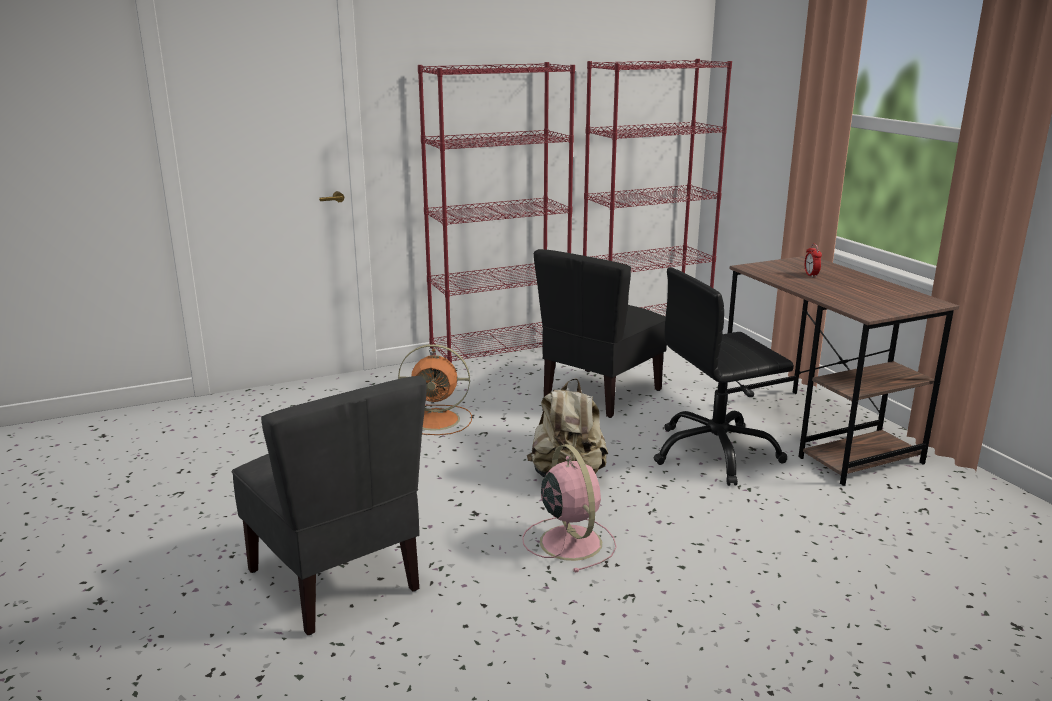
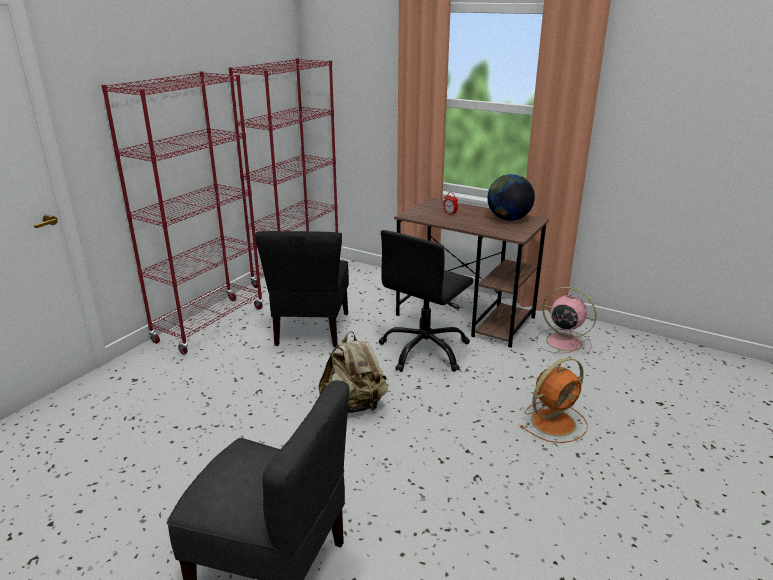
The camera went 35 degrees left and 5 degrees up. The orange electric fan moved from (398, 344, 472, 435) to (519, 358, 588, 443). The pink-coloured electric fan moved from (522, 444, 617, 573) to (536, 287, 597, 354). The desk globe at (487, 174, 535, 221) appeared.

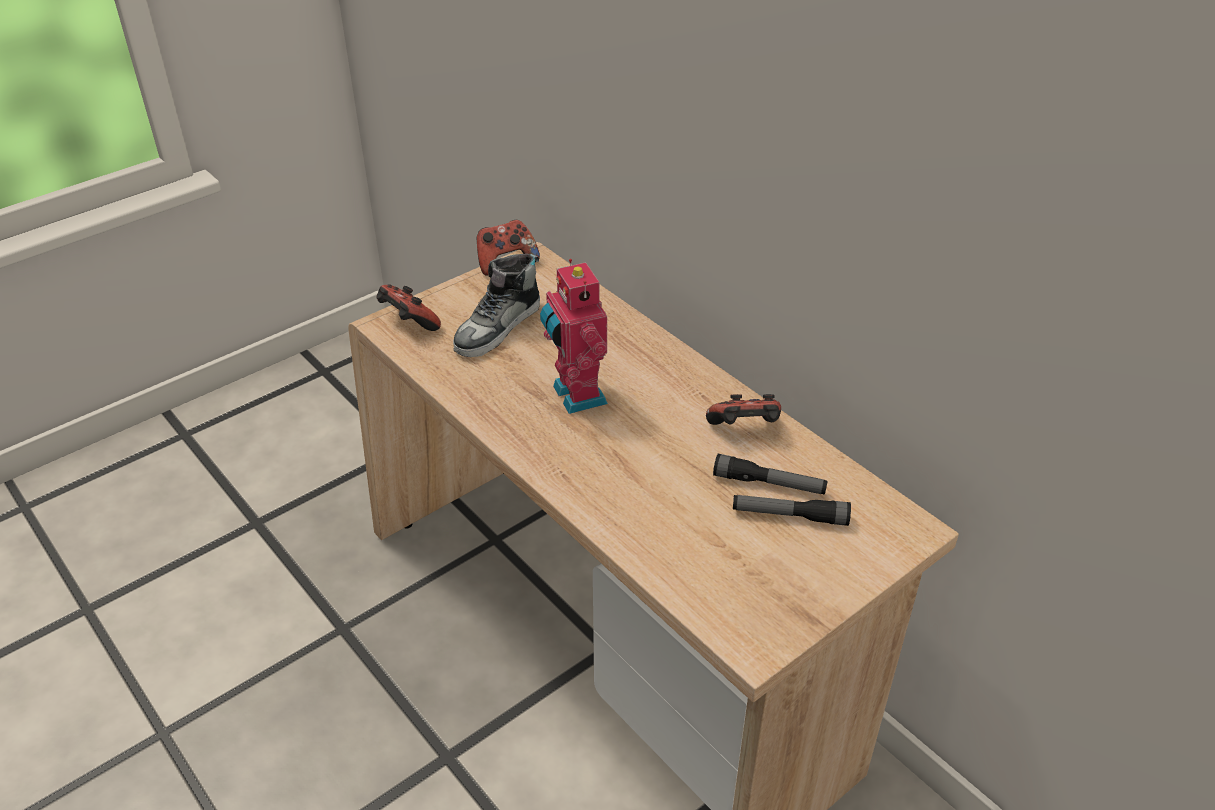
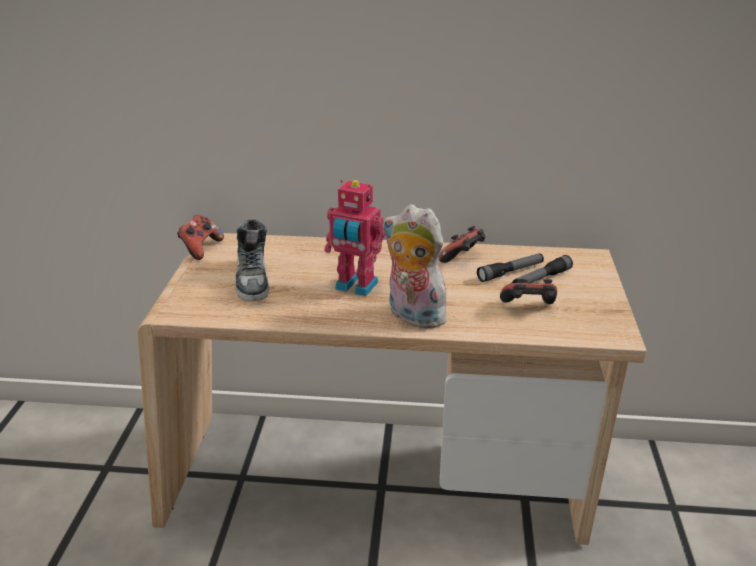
The camera went 45 degrees left and 10 degrees down. The gamepad moved from (376, 284, 441, 331) to (500, 279, 557, 304). The soft toy at (383, 204, 449, 329) appeared.

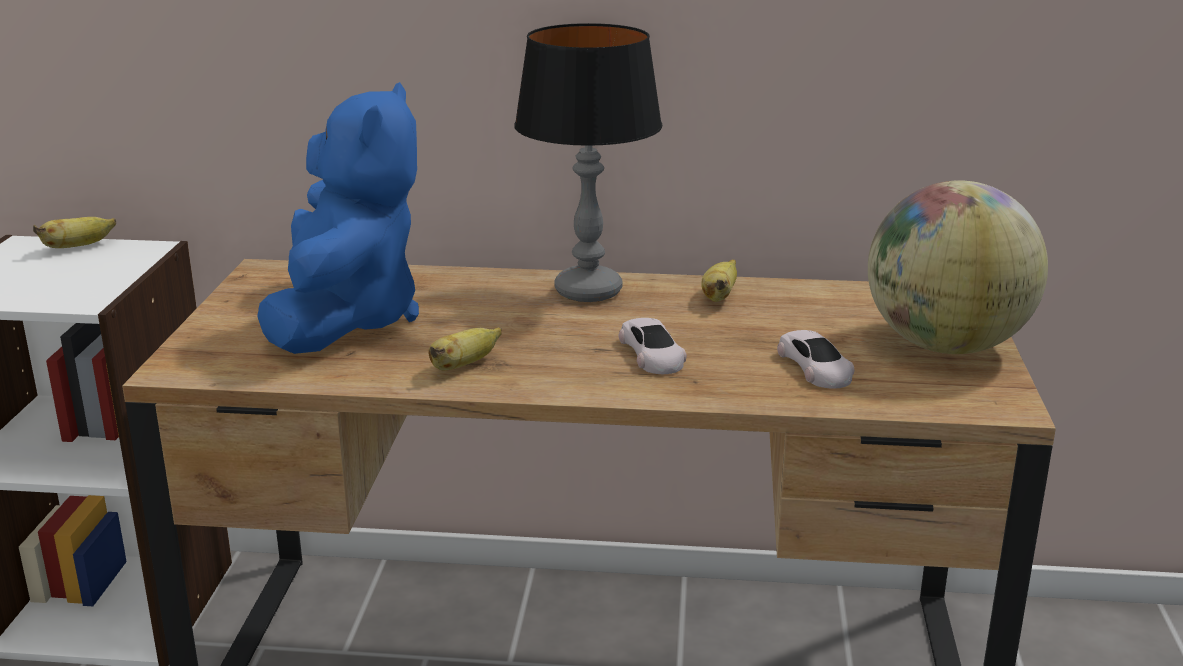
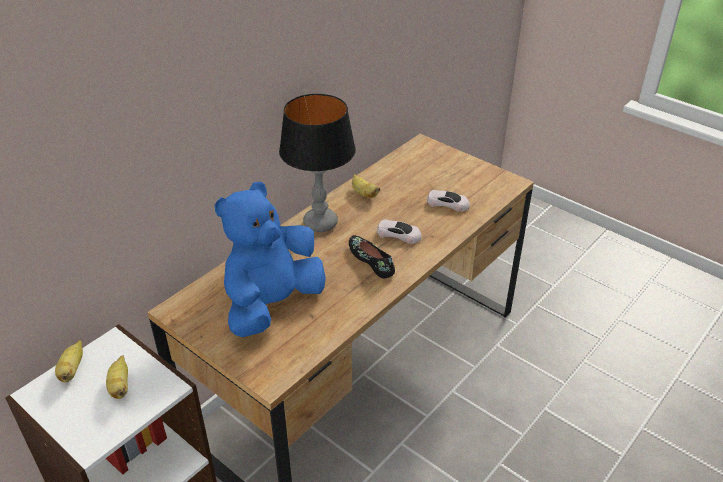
The camera went 55 degrees left and 15 degrees up. The blue-coloured soft toy at (257, 82, 419, 354) turned 90 degrees counterclockwise. The whole banana moved from (428, 327, 502, 371) to (106, 355, 128, 399). The desk globe at (868, 181, 1048, 354) disappeared. The blackish low shoe at (349, 235, 395, 279) appeared.

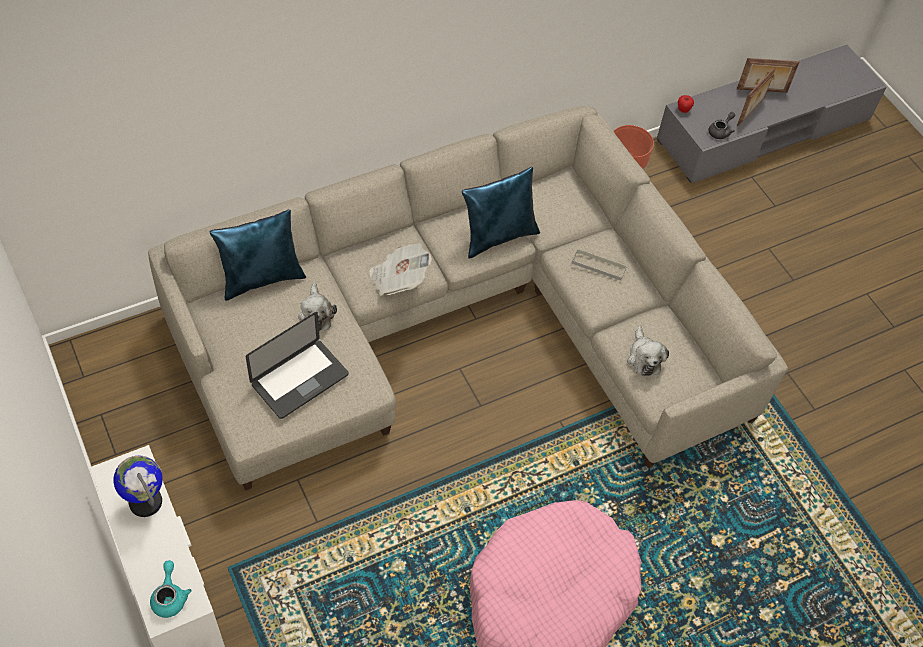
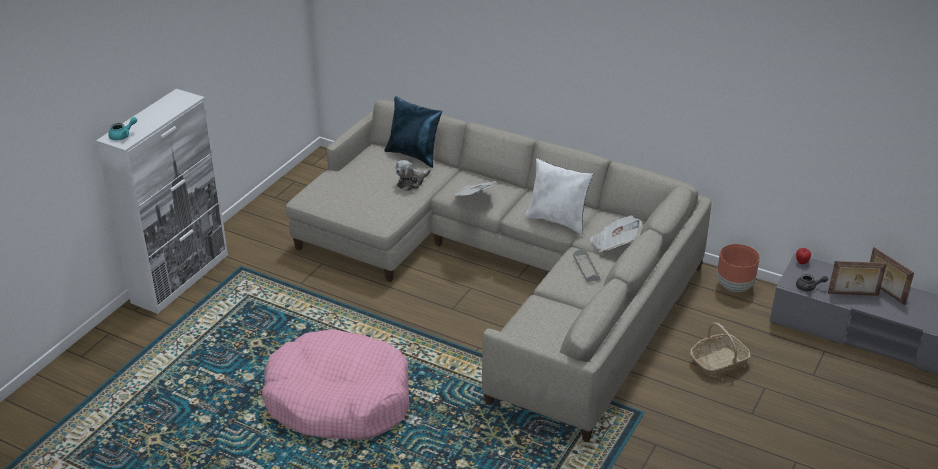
The camera went 60 degrees right and 20 degrees down. The desk globe at (113, 456, 163, 517) disappeared. The laptop at (246, 312, 349, 419) disappeared. The blue-coloured throw pillow at (462, 167, 540, 259) became the whitish throw pillow at (524, 158, 593, 235). The soft toy at (627, 326, 669, 376) disappeared. The newspaper at (590, 216, 642, 252) appeared. The storage basket at (690, 322, 751, 377) appeared.

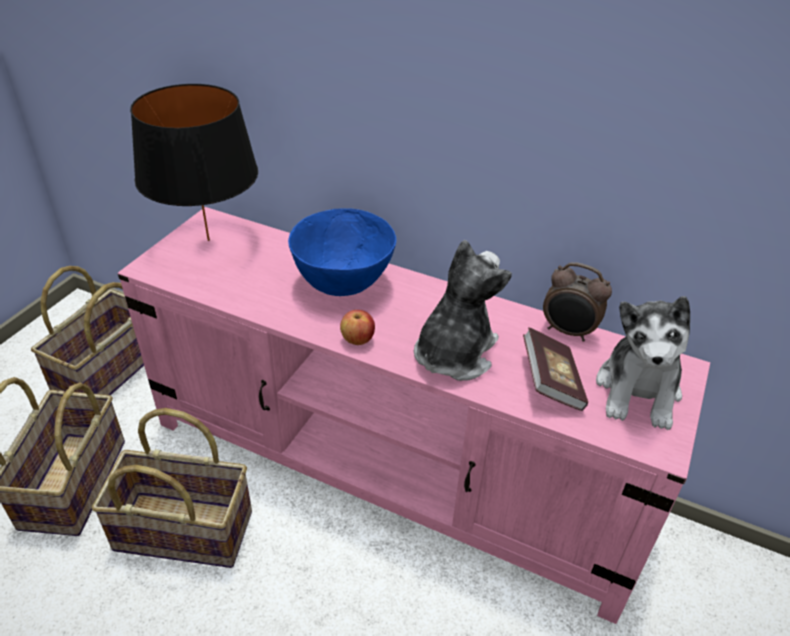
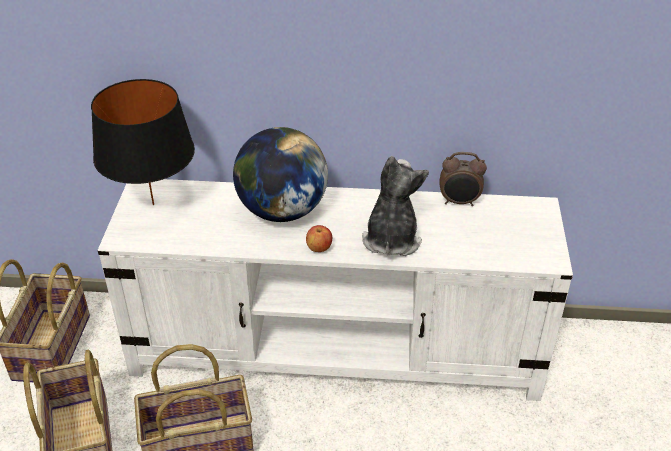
The camera went 20 degrees left and 0 degrees up. The pink-coloured tv unit at (118, 207, 710, 624) became the whitish tv unit at (98, 179, 573, 401). The blue-coloured serving bowl at (288, 208, 396, 296) was replaced by the desk globe at (233, 127, 328, 222). The bound book at (523, 327, 588, 411) disappeared. The soft toy at (596, 296, 690, 430) disappeared.

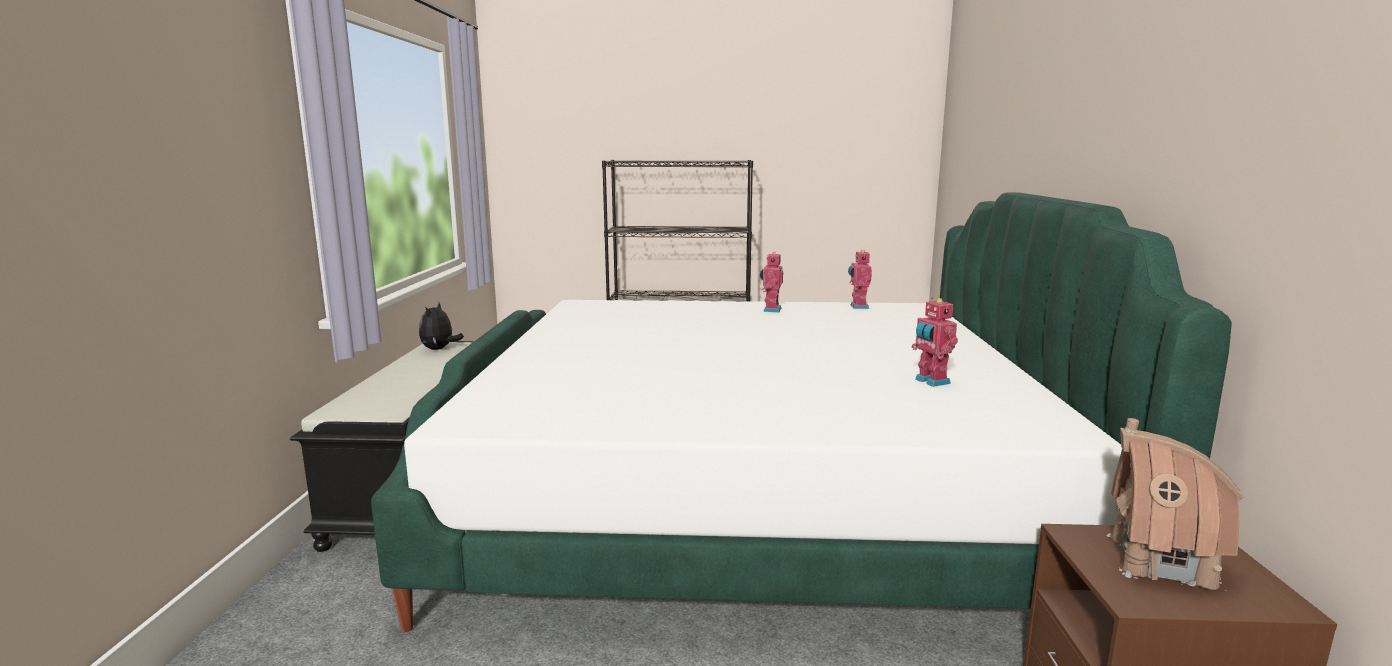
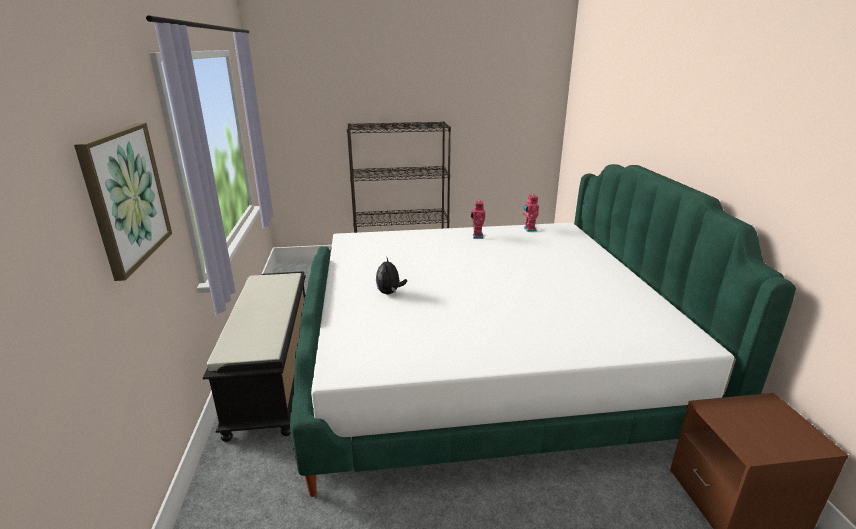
The camera went 10 degrees left and 10 degrees up. The soft toy moved from (419, 303, 464, 350) to (376, 258, 407, 295). The model robot at (912, 298, 958, 387) disappeared. The model house at (1107, 418, 1245, 591) disappeared. The picture at (74, 123, 172, 281) appeared.

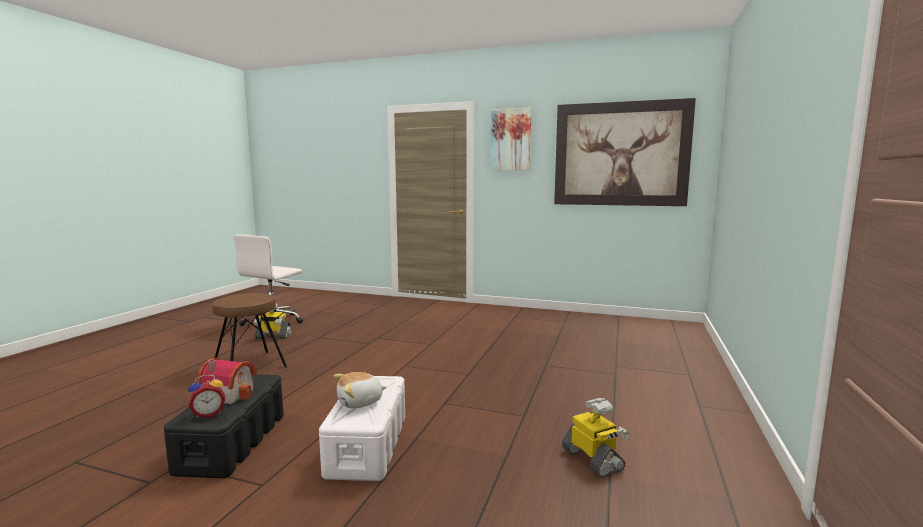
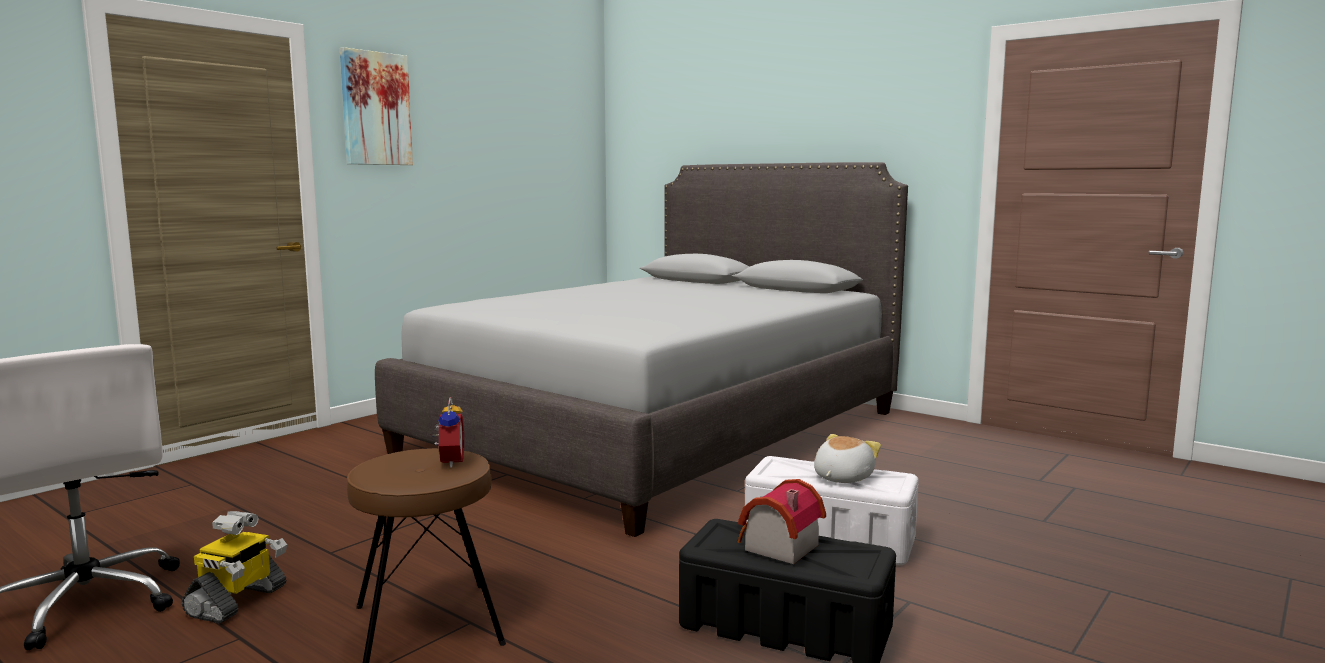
The camera went 70 degrees left and 0 degrees up. The alarm clock moved from (188, 375, 225, 418) to (432, 397, 464, 468). The soft toy at (333, 372, 387, 409) turned 135 degrees counterclockwise. The picture at (554, 98, 696, 206) disappeared. The model robot at (562, 398, 630, 477) disappeared. The grey sleeping bed at (375, 162, 908, 537) appeared.

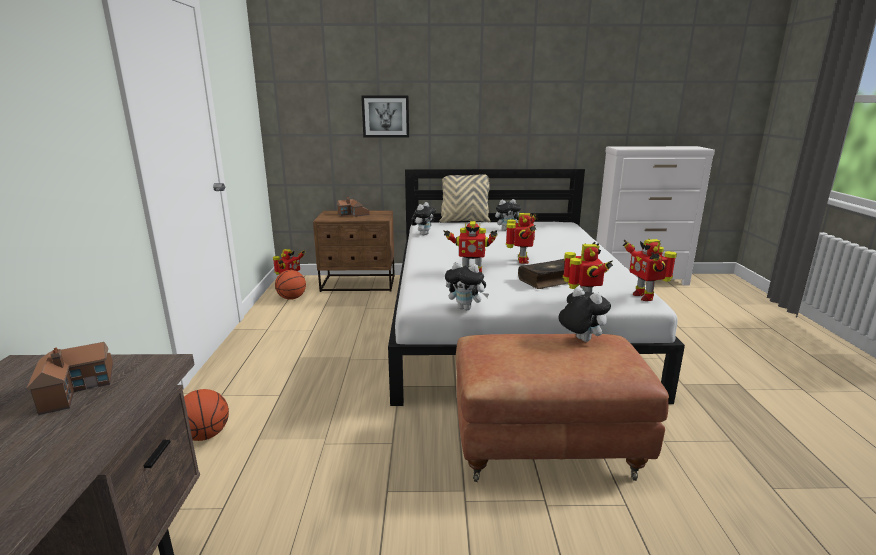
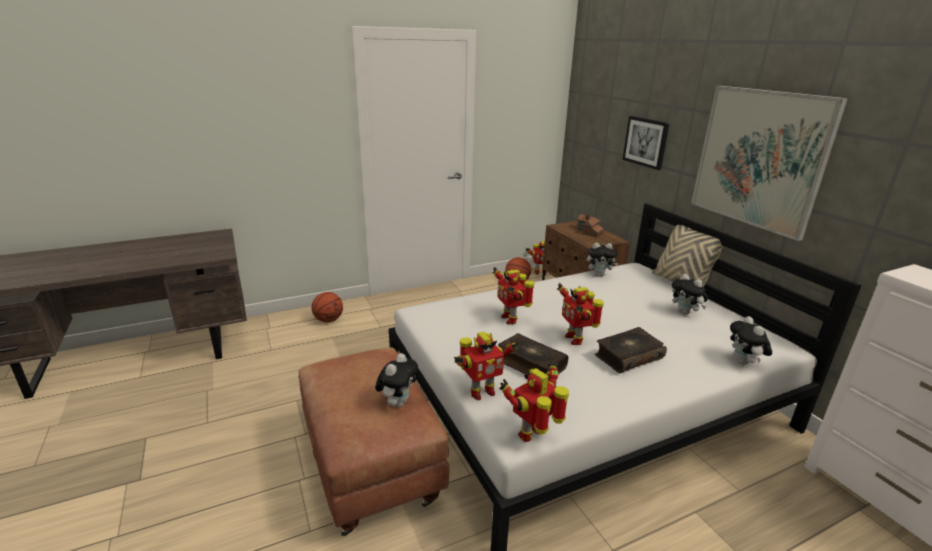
The camera went 65 degrees right and 5 degrees up. The model house at (26, 342, 113, 415) disappeared. The soft toy moved from (445, 261, 489, 310) to (730, 316, 772, 365). The model robot at (506, 213, 538, 264) turned 90 degrees clockwise. The bound book at (594, 327, 667, 373) appeared. The picture at (691, 86, 848, 241) appeared.

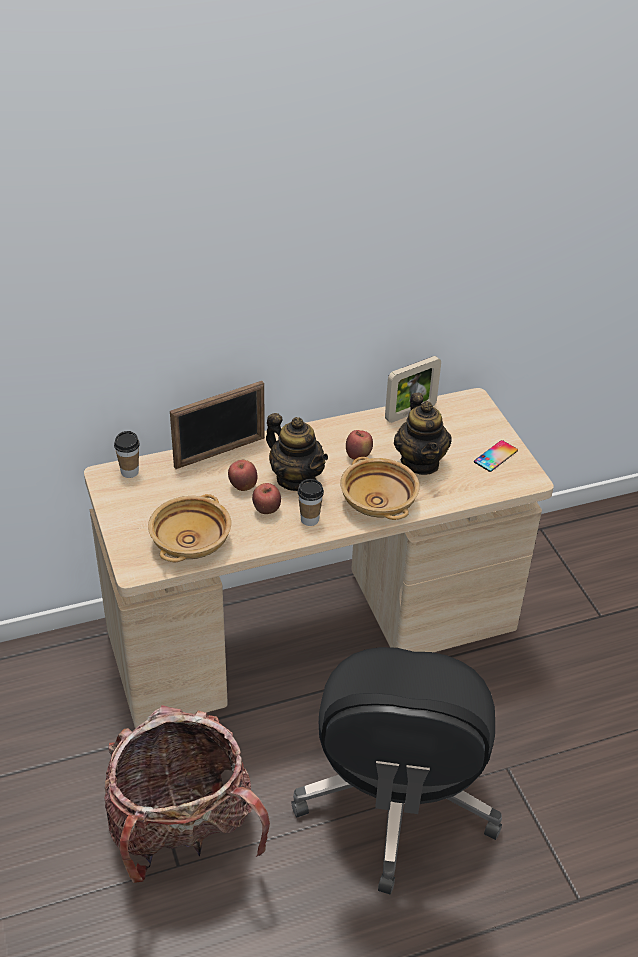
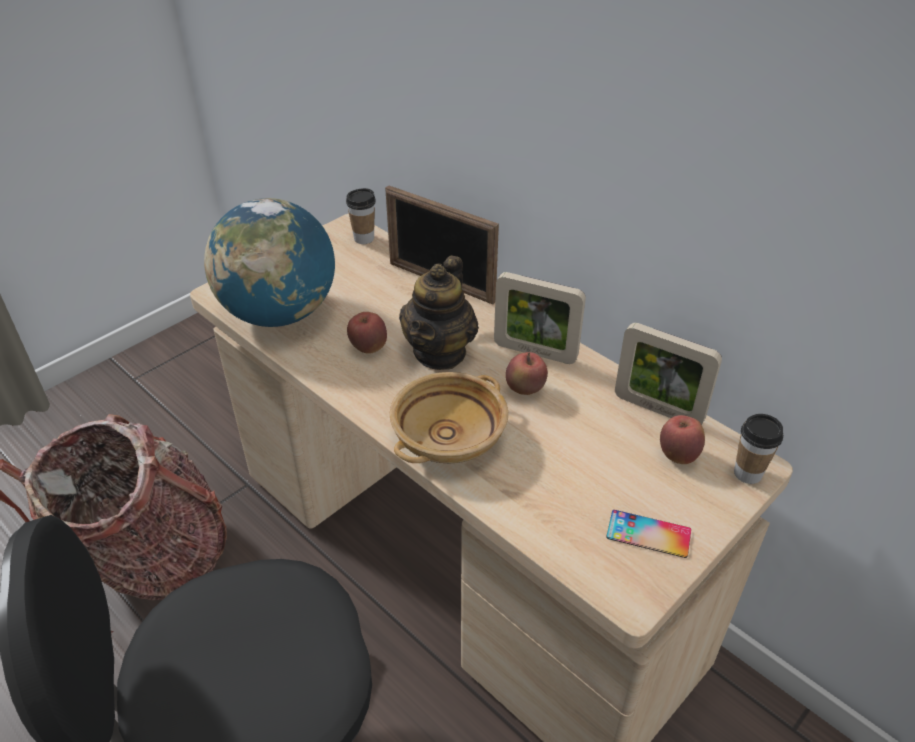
The camera went 65 degrees right and 0 degrees up. The beige-coloured serving bowl at (148, 494, 231, 562) was replaced by the desk globe at (204, 198, 335, 327). The apple moved from (228, 460, 257, 491) to (660, 415, 705, 464). The small cup moved from (298, 479, 324, 526) to (734, 414, 783, 484). The tea pot at (394, 393, 452, 475) disappeared. The photo frame at (494, 272, 586, 364) appeared.

